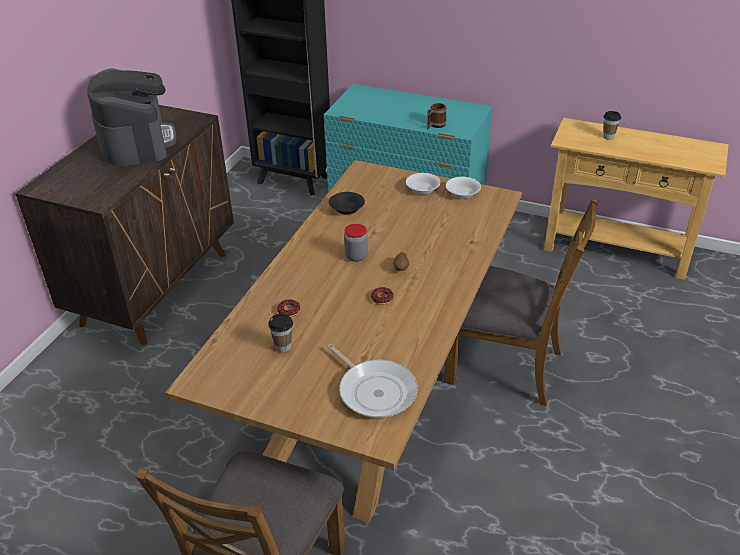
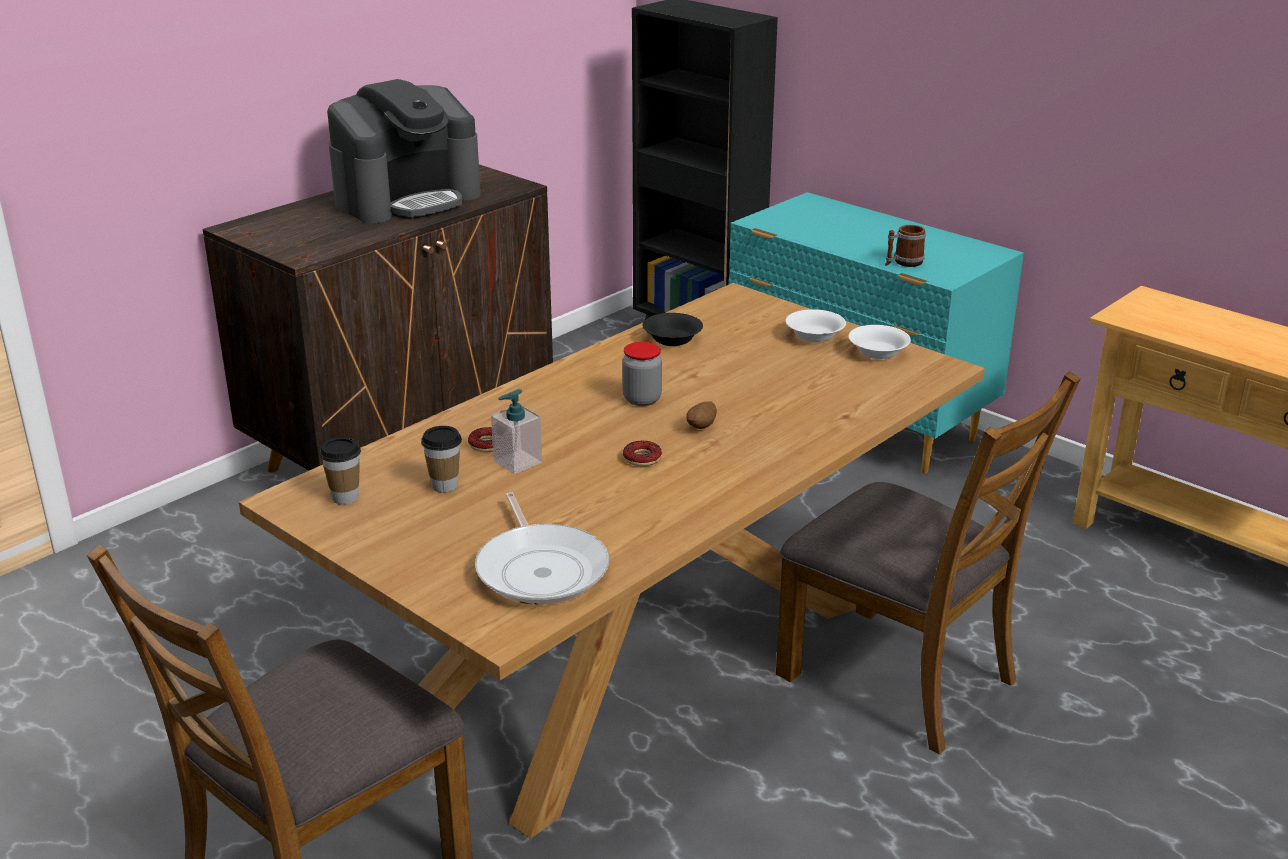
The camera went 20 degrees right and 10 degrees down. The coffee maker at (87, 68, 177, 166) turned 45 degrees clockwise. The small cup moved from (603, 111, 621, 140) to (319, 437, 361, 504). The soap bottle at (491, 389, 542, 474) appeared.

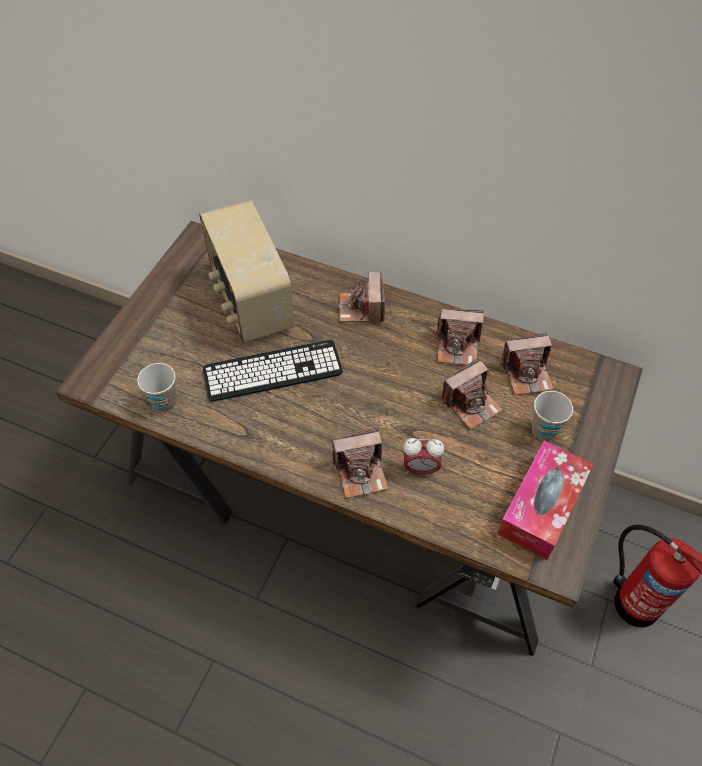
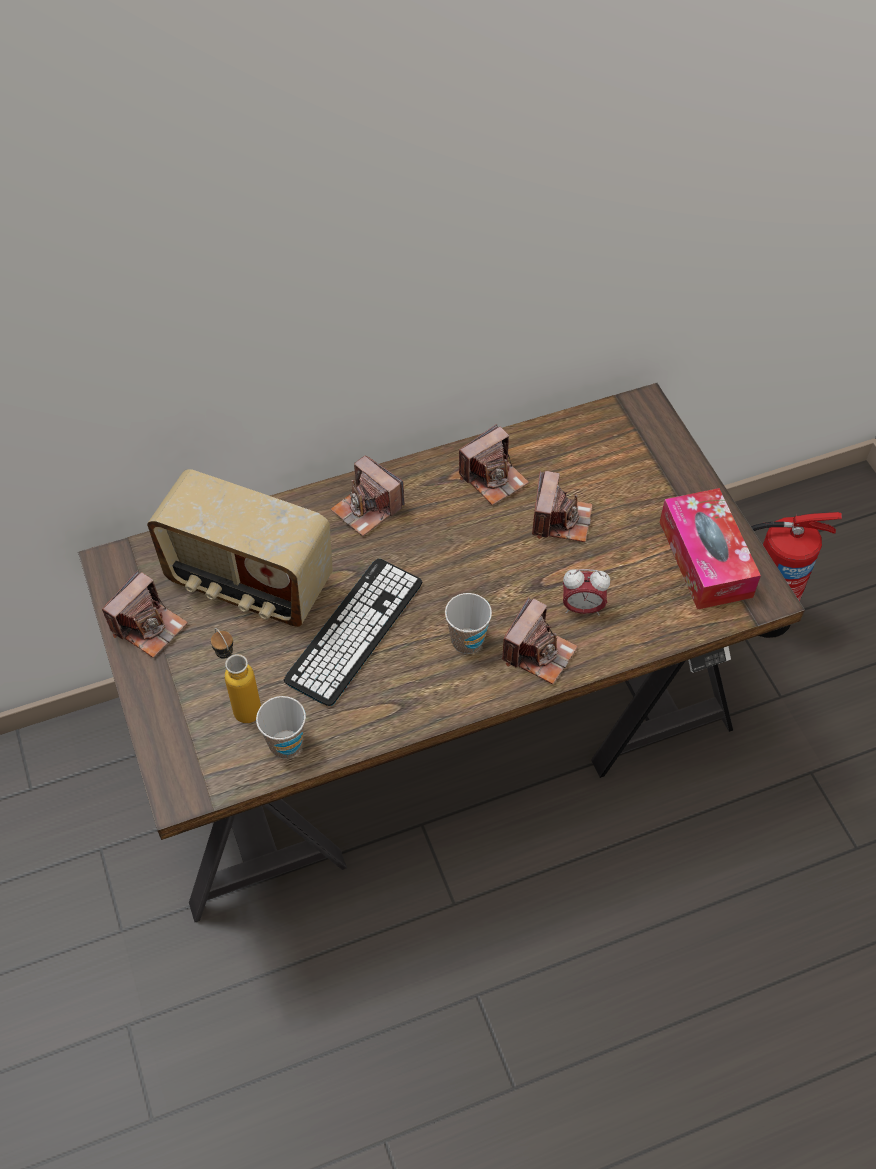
The camera went 45 degrees left and 0 degrees up. The alarm clock at (403, 438, 444, 475) turned 45 degrees clockwise. The still camera moved from (500, 333, 554, 395) to (102, 570, 188, 658). The small cup moved from (532, 391, 573, 440) to (445, 593, 492, 654). The drink bottle at (211, 628, 261, 723) appeared.

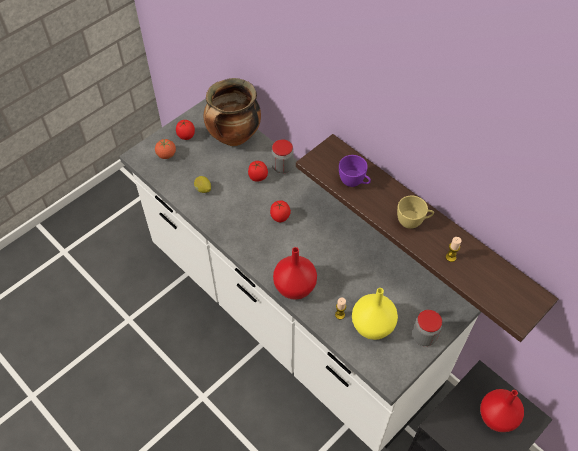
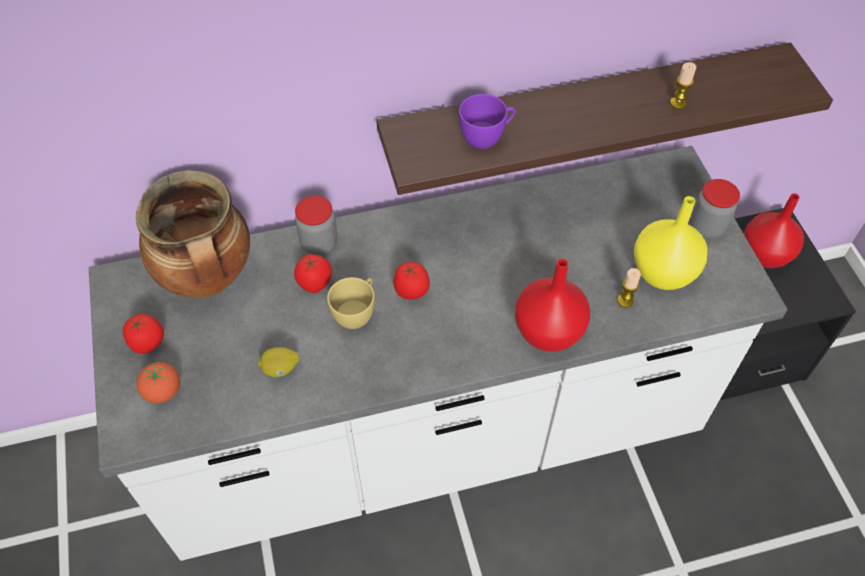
The camera went 60 degrees left and 0 degrees up. The yellowish small cup moved from (397, 195, 434, 229) to (327, 277, 375, 329).

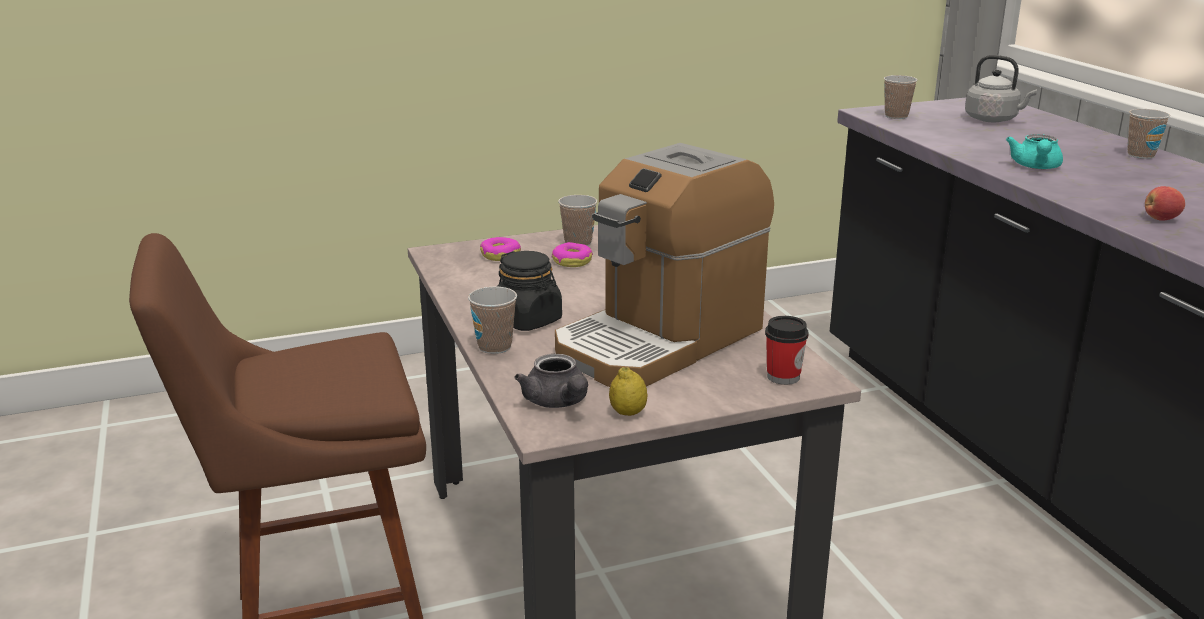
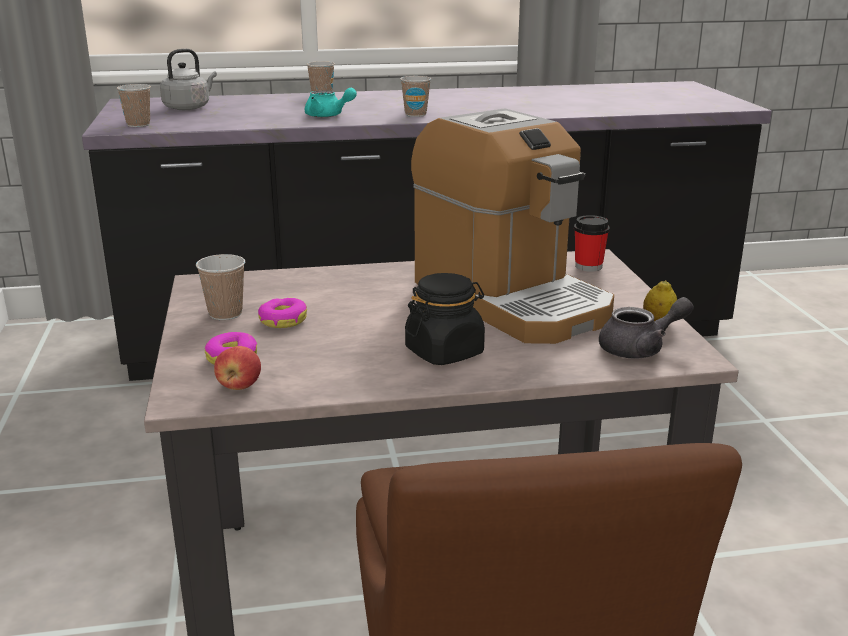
The camera went 80 degrees left and 0 degrees up. The small cup moved from (468, 287, 517, 354) to (400, 76, 431, 117). The apple moved from (1145, 186, 1185, 221) to (214, 346, 261, 390).

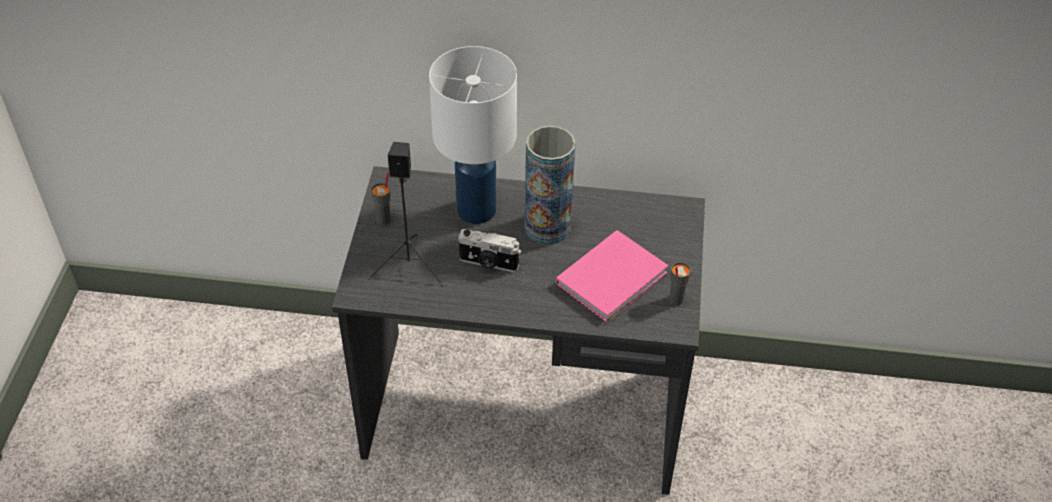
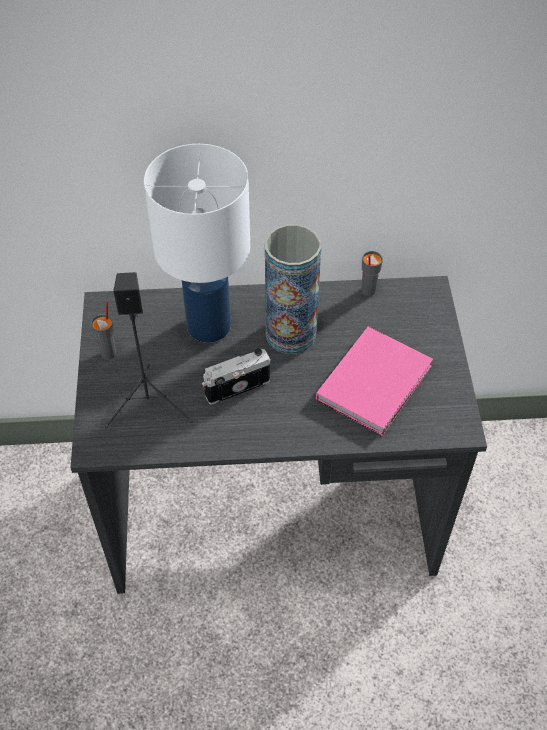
The camera went 10 degrees left and 5 degrees up. The still camera at (457, 229, 521, 272) turned 150 degrees clockwise. The grey small cup moved from (669, 262, 691, 305) to (361, 251, 383, 296).

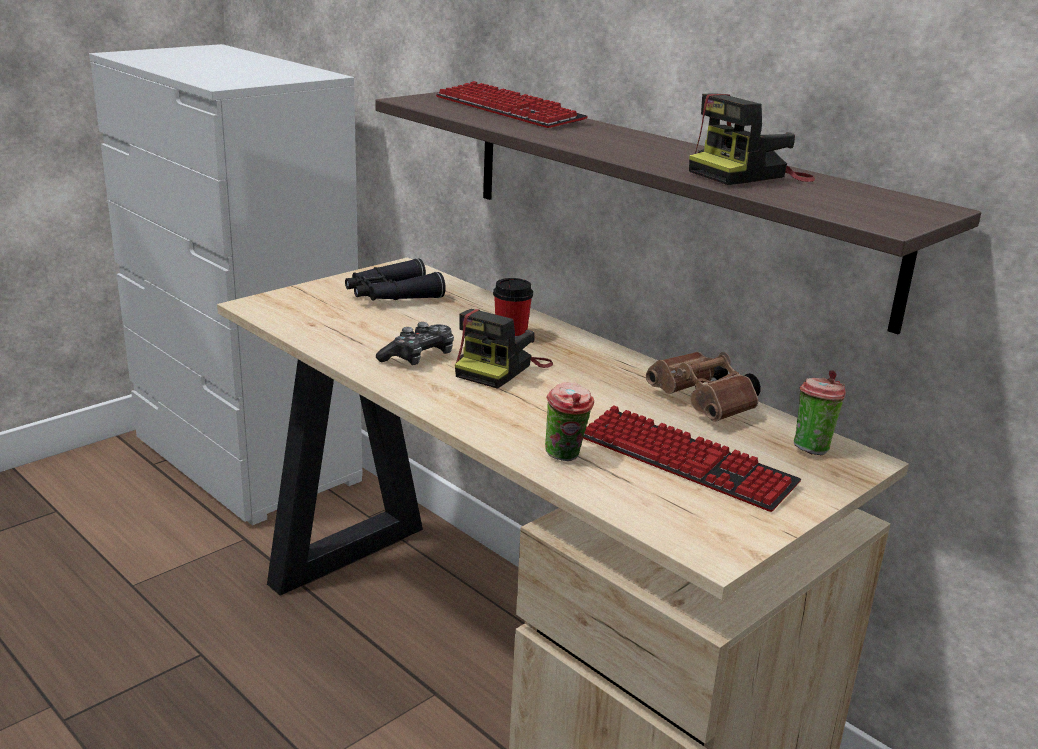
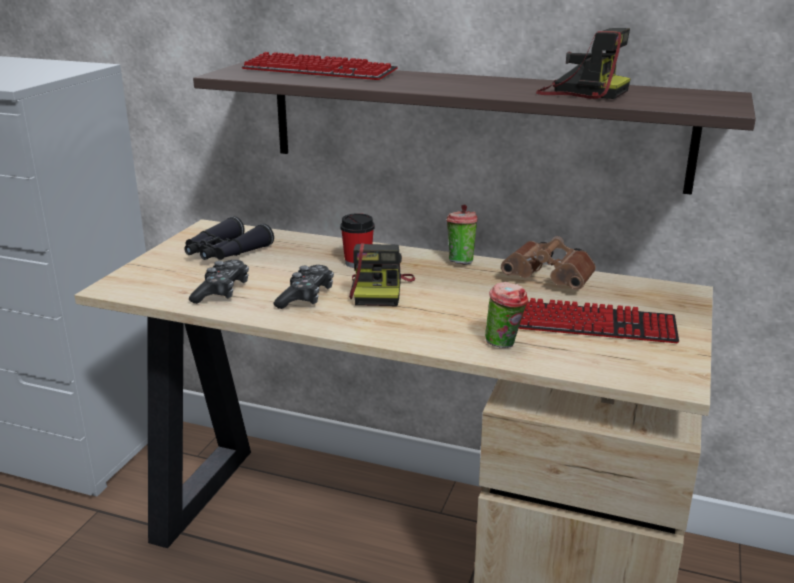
The camera went 25 degrees left and 0 degrees up. The still camera at (689, 93, 815, 185) turned 90 degrees counterclockwise. The small cup moved from (794, 370, 846, 455) to (446, 205, 477, 265). The gamepad at (189, 260, 249, 304) appeared.

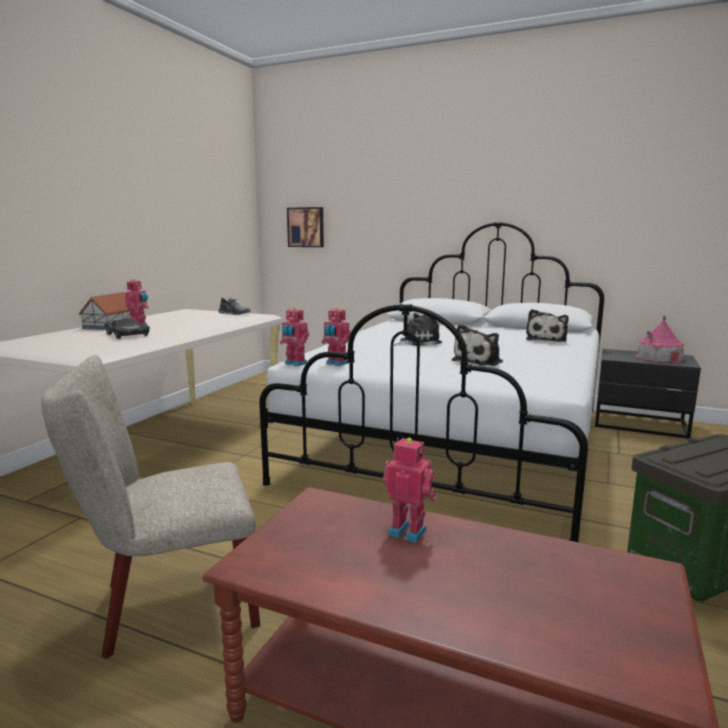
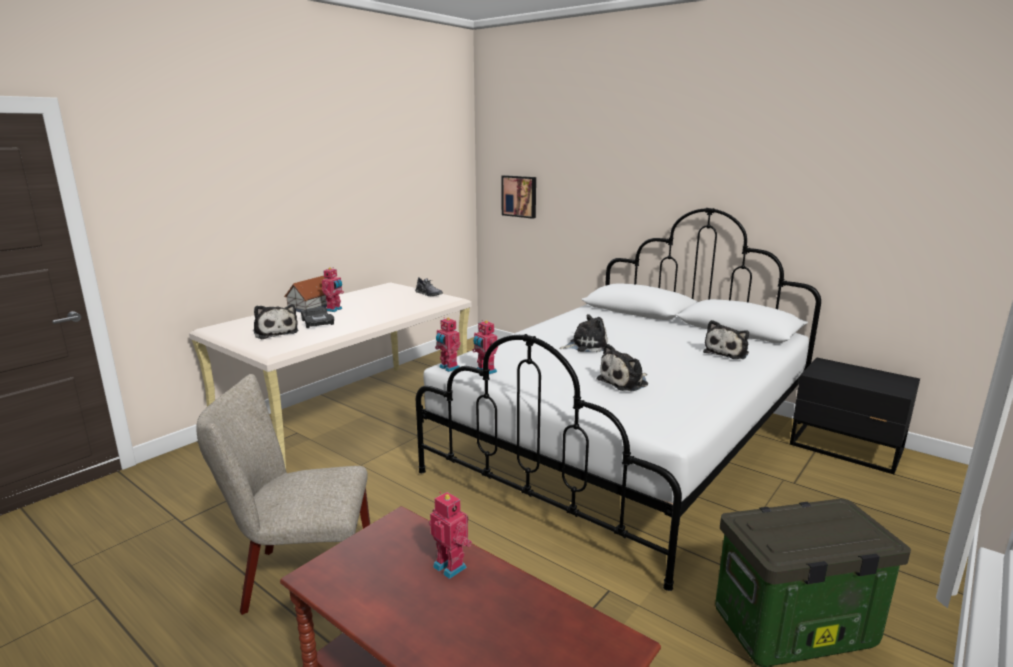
The camera went 15 degrees right and 5 degrees up. The model house at (636, 316, 684, 364) disappeared. The soft toy at (254, 304, 299, 339) appeared.

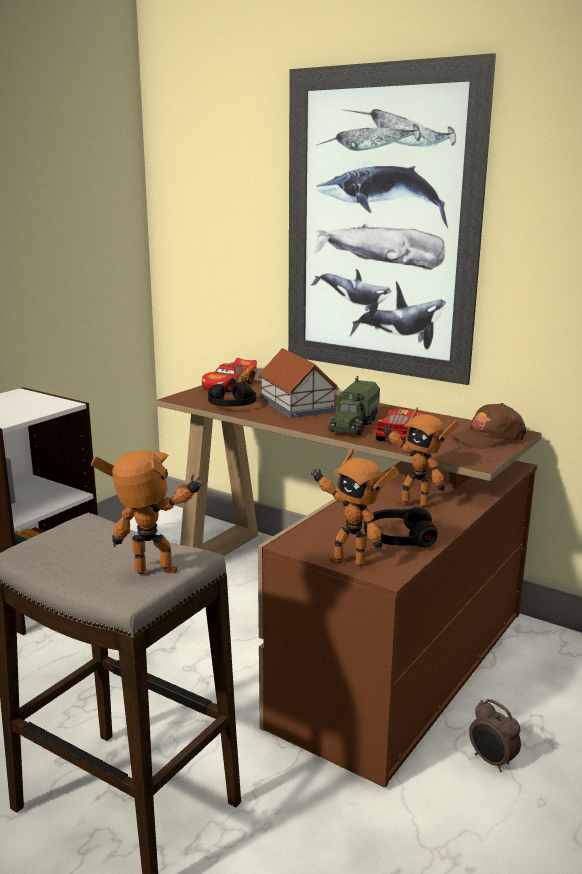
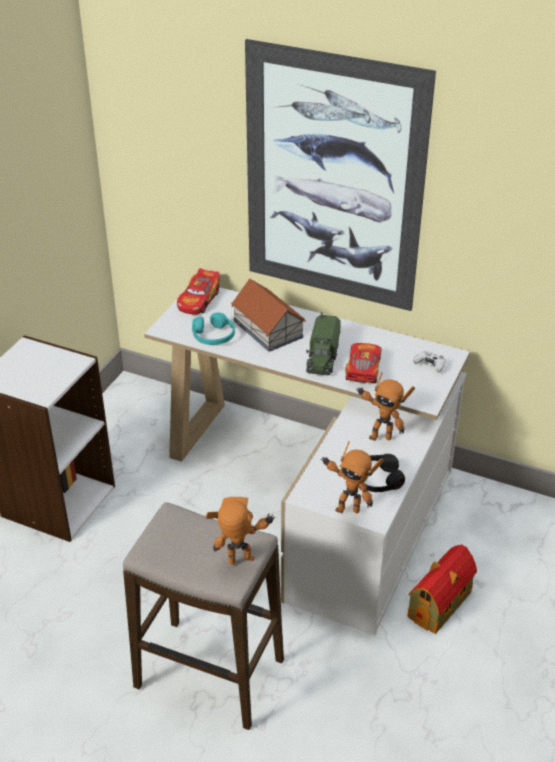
The camera went 10 degrees left and 20 degrees up. The brown desk table at (156, 380, 542, 788) became the whitish desk table at (144, 287, 470, 635). The blackish headset at (208, 383, 256, 407) became the blue-green headset at (192, 312, 235, 345). The brown cap at (450, 403, 527, 449) was replaced by the whitish gamepad at (413, 351, 446, 372). The alarm clock at (469, 699, 521, 772) was replaced by the model house at (407, 544, 477, 634).

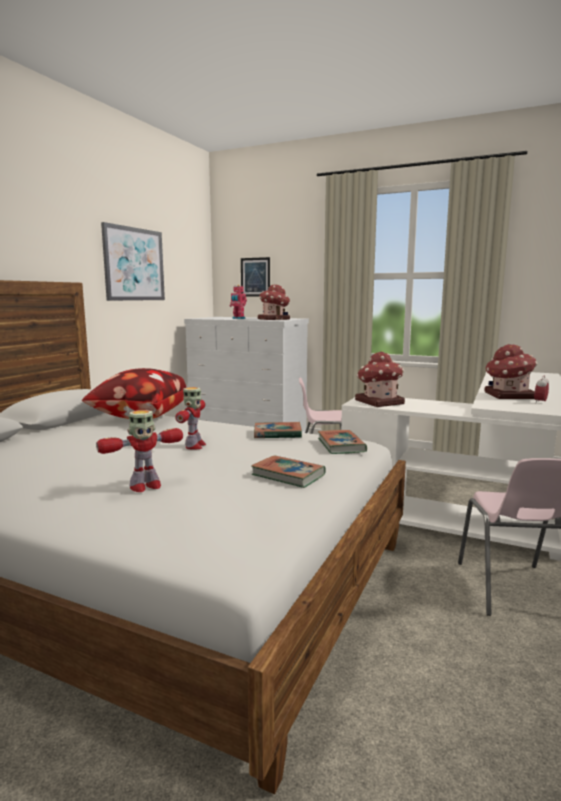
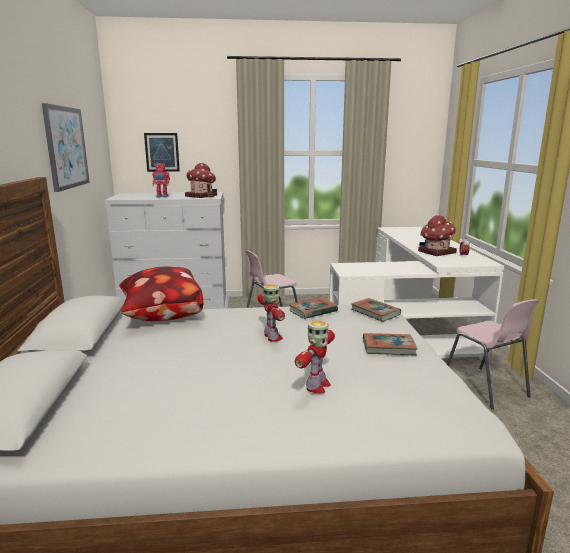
The camera went 30 degrees left and 5 degrees up. The model house at (355, 352, 405, 407) disappeared.

